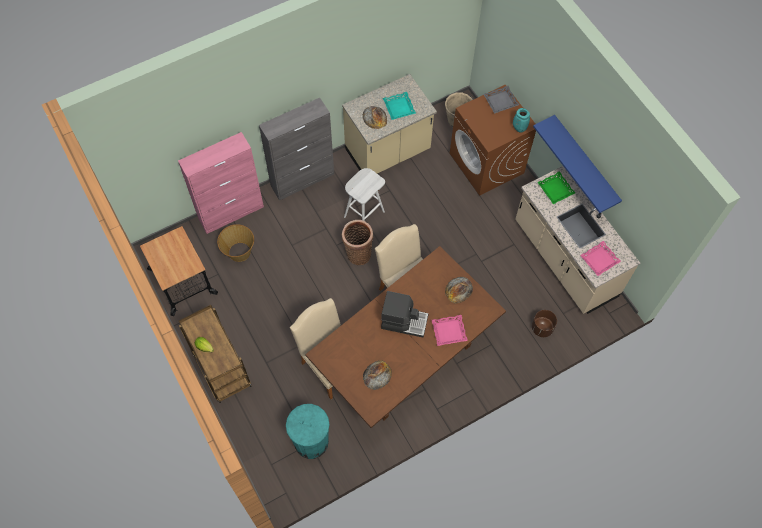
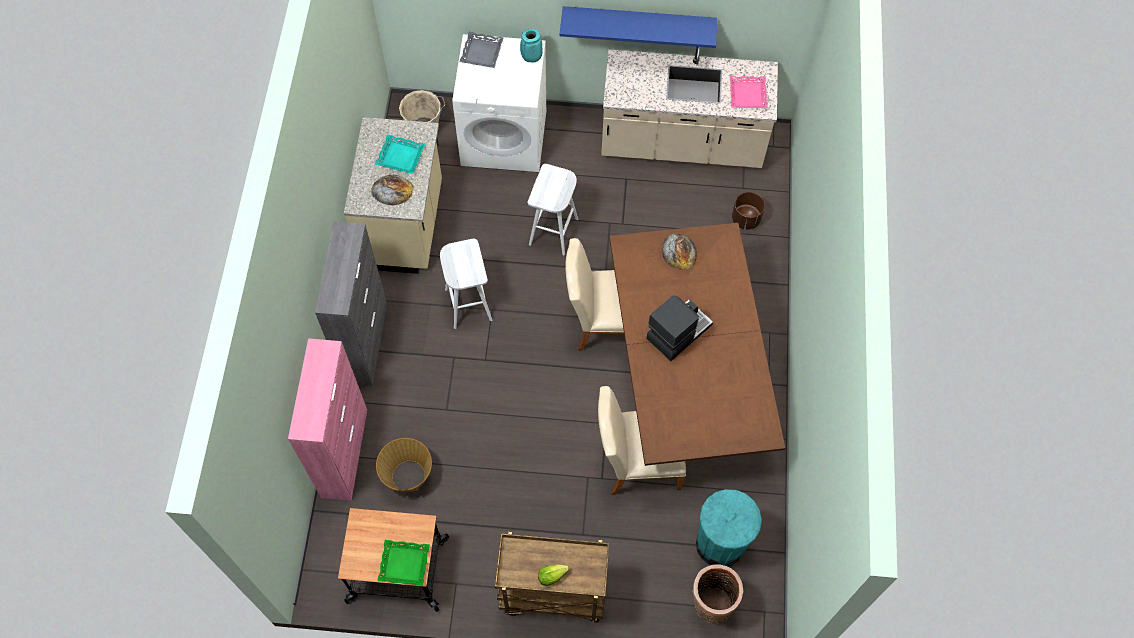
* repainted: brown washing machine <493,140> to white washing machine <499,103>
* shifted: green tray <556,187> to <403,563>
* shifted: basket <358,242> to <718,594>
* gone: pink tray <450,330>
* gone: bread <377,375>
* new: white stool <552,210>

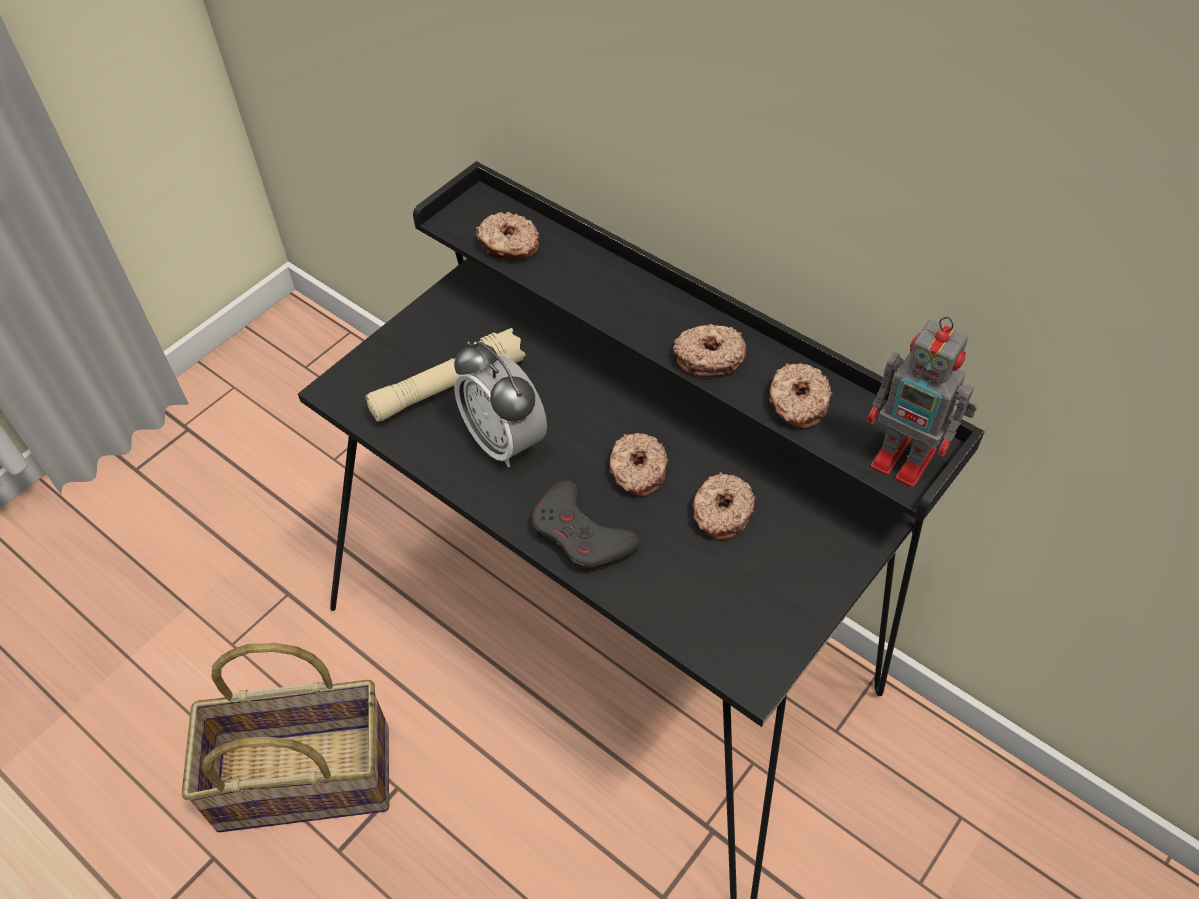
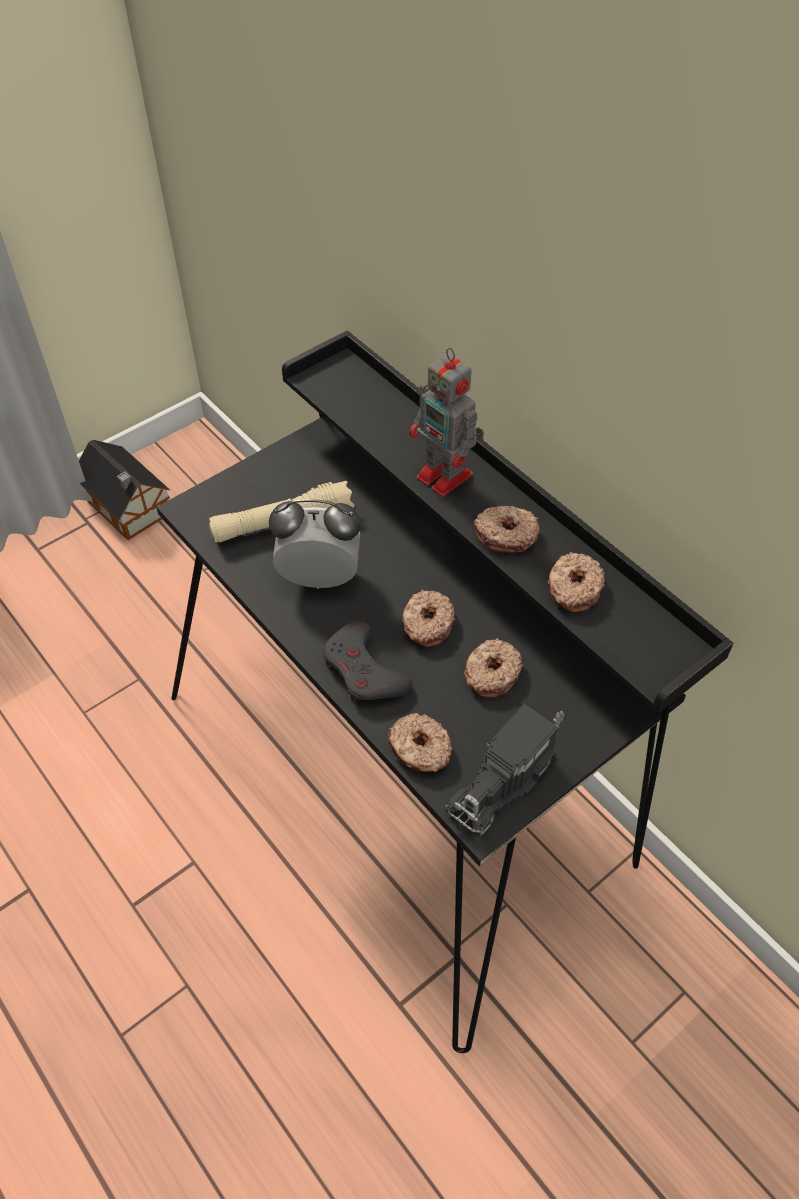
* shifted: donut <507,235> to <420,742>
* shifted: toy robot <922,402> to <446,422>
* rotated: alarm clock <500,404> = <315,544> 120 degrees clockwise
* gone: basket <285,737>
* new: toy house <124,490>
* new: toy truck <504,771>

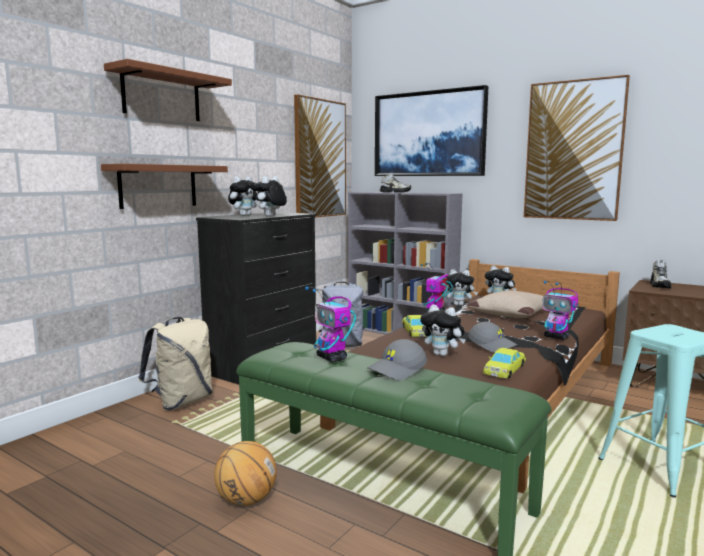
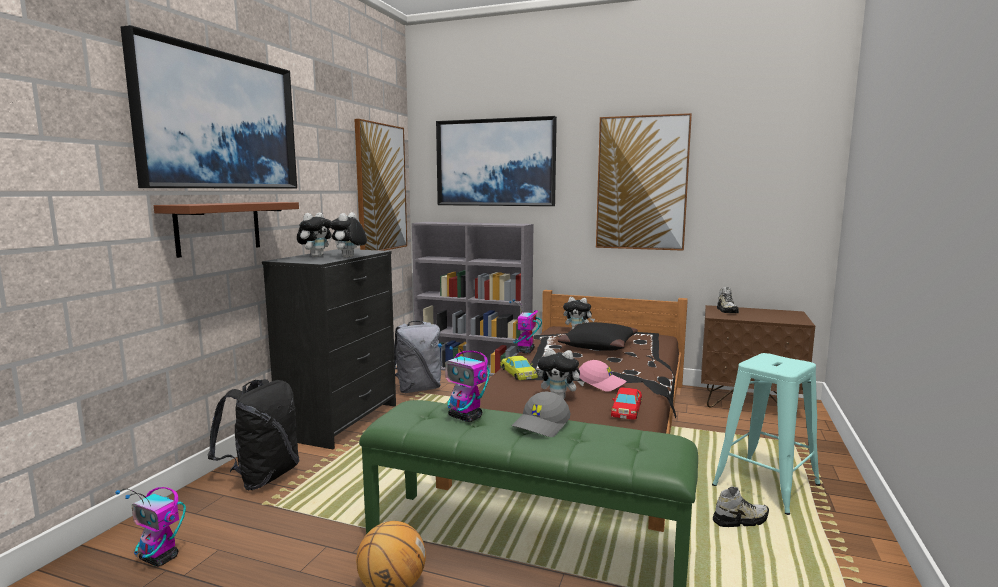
* swapped: brown shelf <168,90> to picture <209,107>
* shifted: shoe <395,182> to <741,507>
* gone: plush toy <462,287>
* shifted: toy robot <560,310> to <150,527>
* repainted: beige pillow <505,304> to black pillow <597,336>
* repainted: beige backpack <175,363> to black backpack <254,434>
* repainted: grey cap <493,337> to pink cap <603,376>
* repainted: yellow toy car <504,363> to red toy car <626,403>

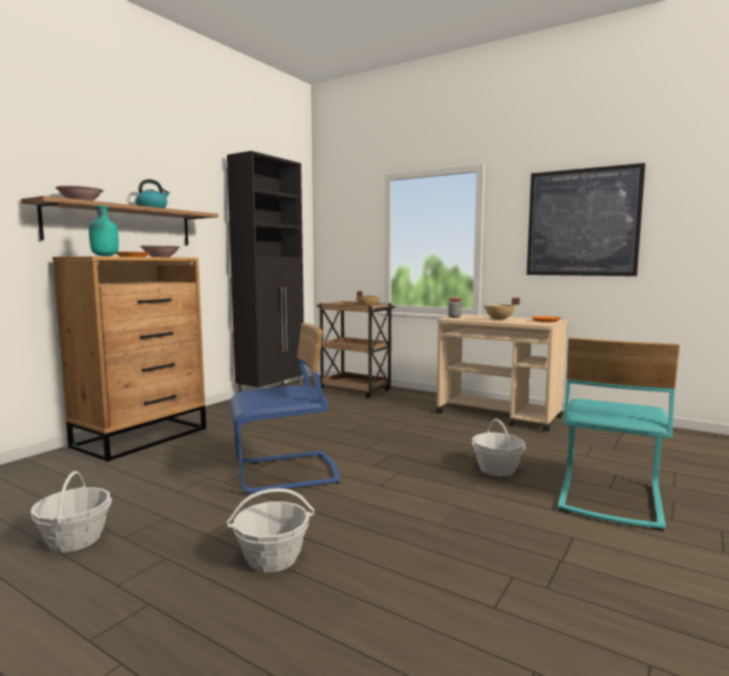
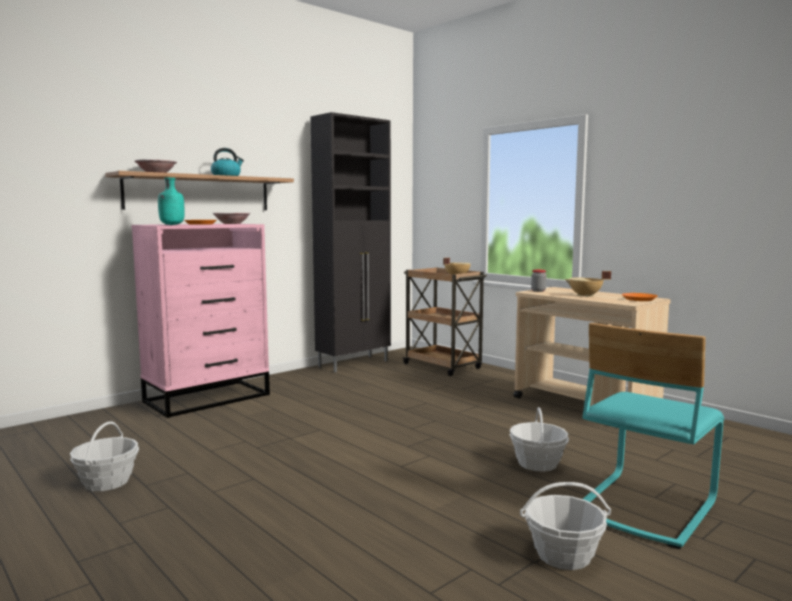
* gone: picture <586,219>
* repainted: brown dresser <129,359> to pink dresser <200,321>
* gone: blue chair <284,408>
* shifted: basket <270,530> to <565,526>

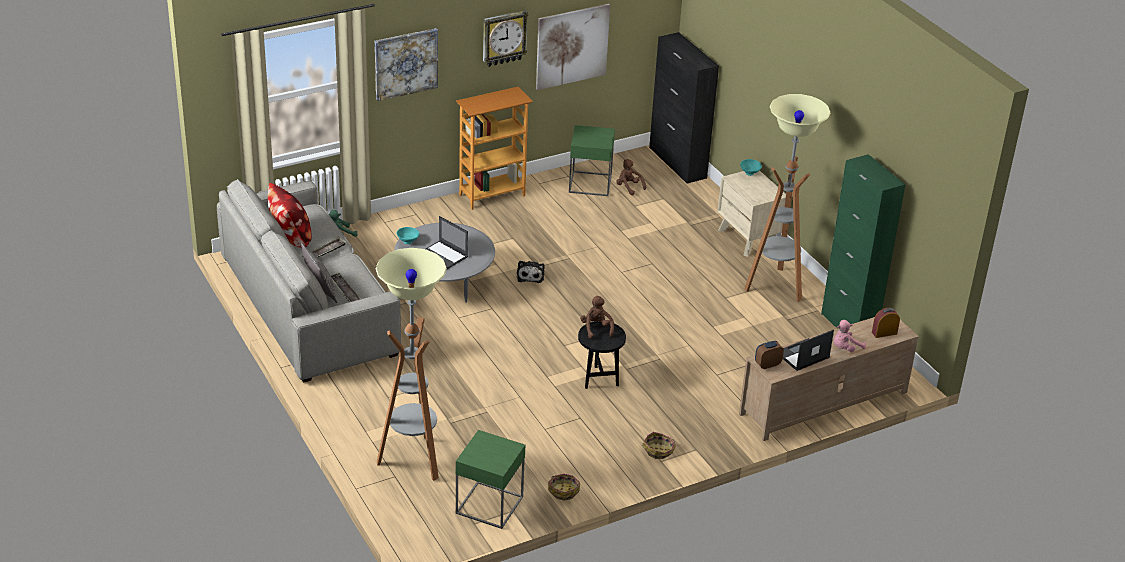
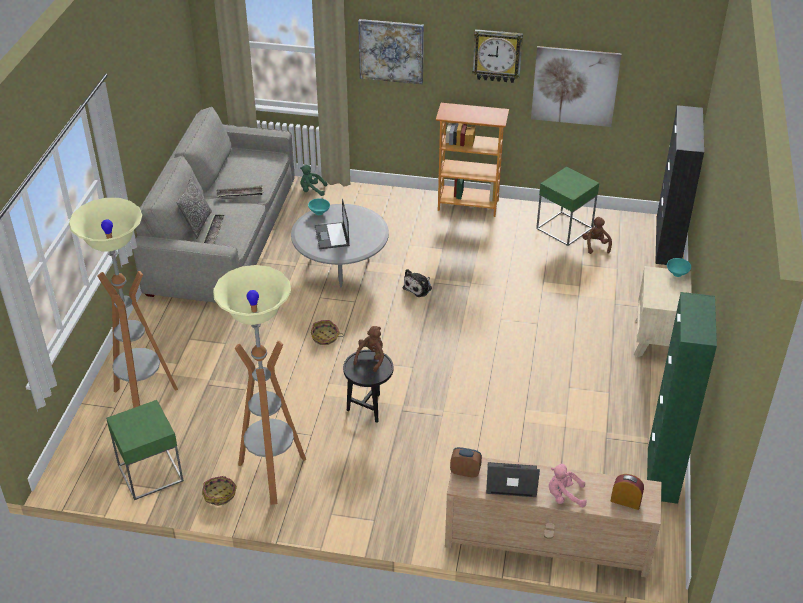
* shifted: floor lamp <787,198> to <259,385>
* gone: pillow <290,215>
* shifted: basket <659,445> to <327,332>

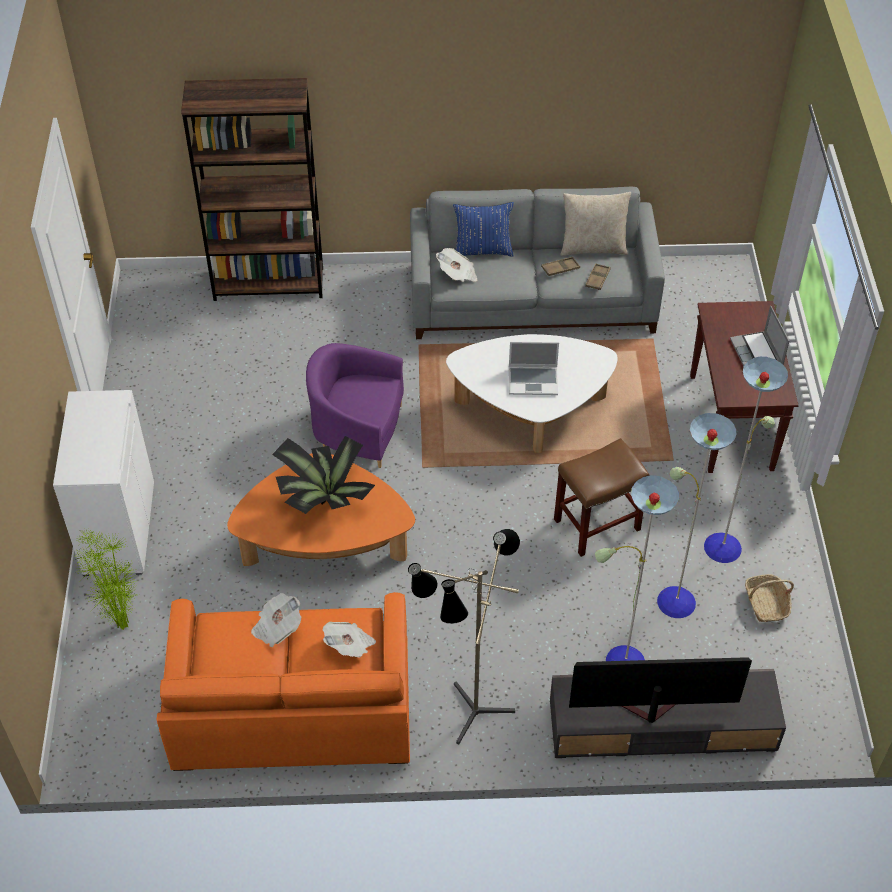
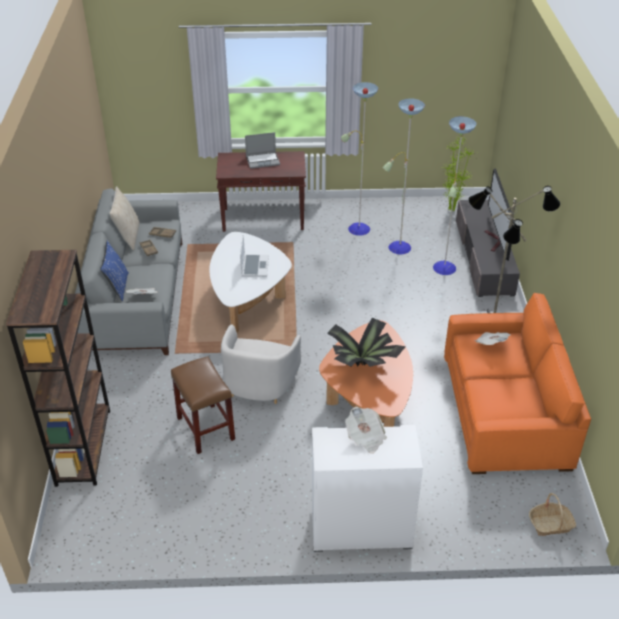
* repainted: purple armchair <355,405> to white armchair <261,364>
* shifted: brown stool <601,497> to <203,405>
* shifted: potted plant <106,579> to <460,173>
* shifted: basket <769,598> to <552,514>
* shifted: newspaper <276,620> to <366,430>

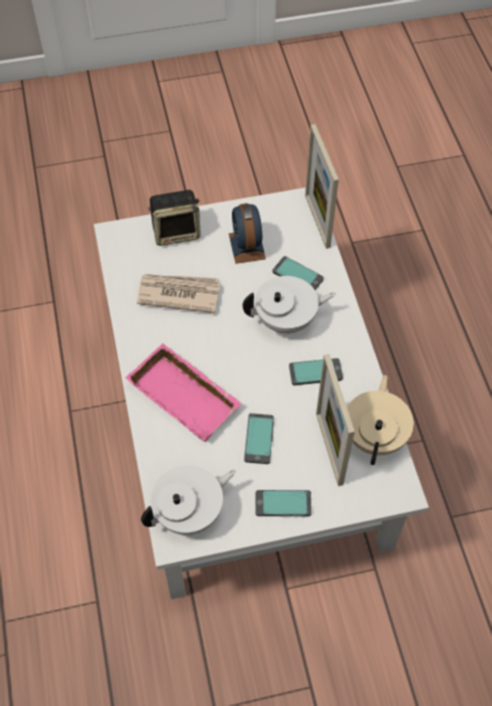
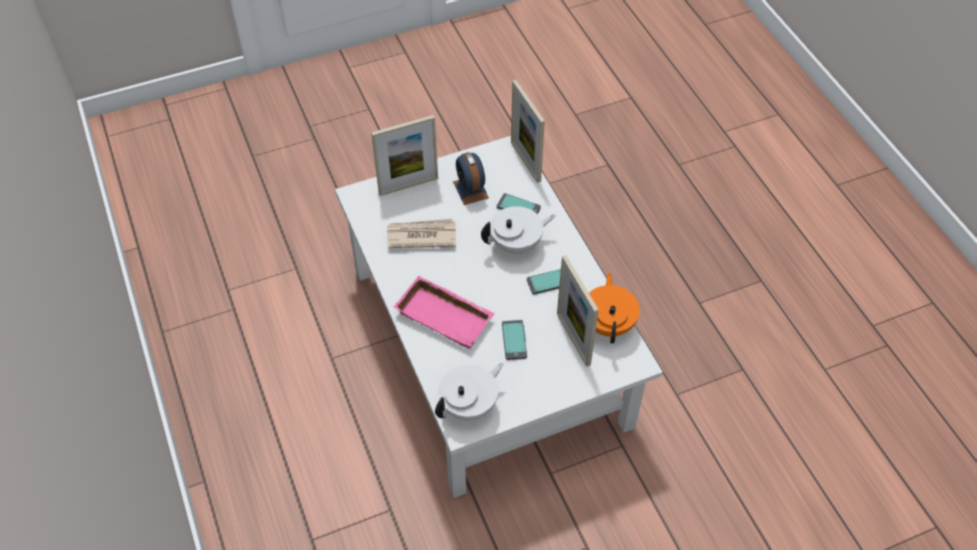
* swapped: speaker <174,218> to picture frame <404,155>
* repainted: beige teapot <380,420> to orange teapot <614,308>
* gone: phone <284,503>

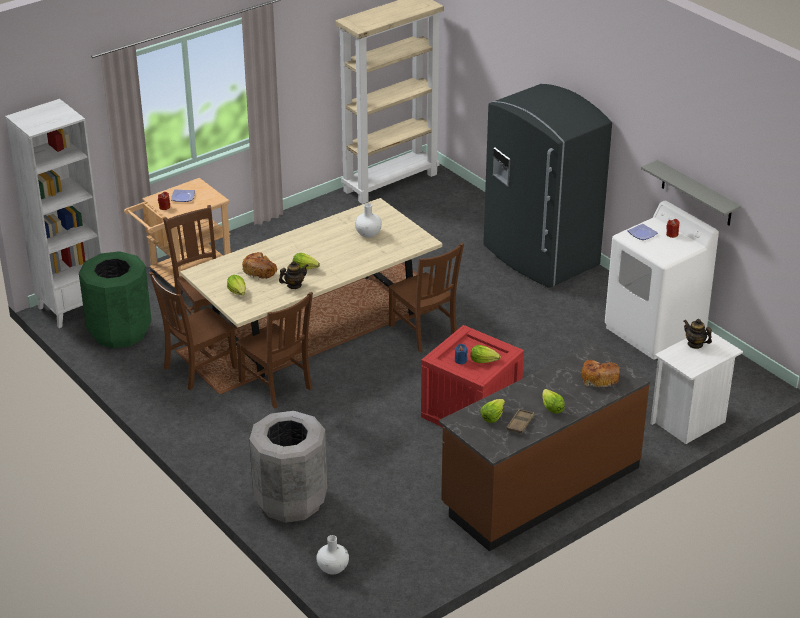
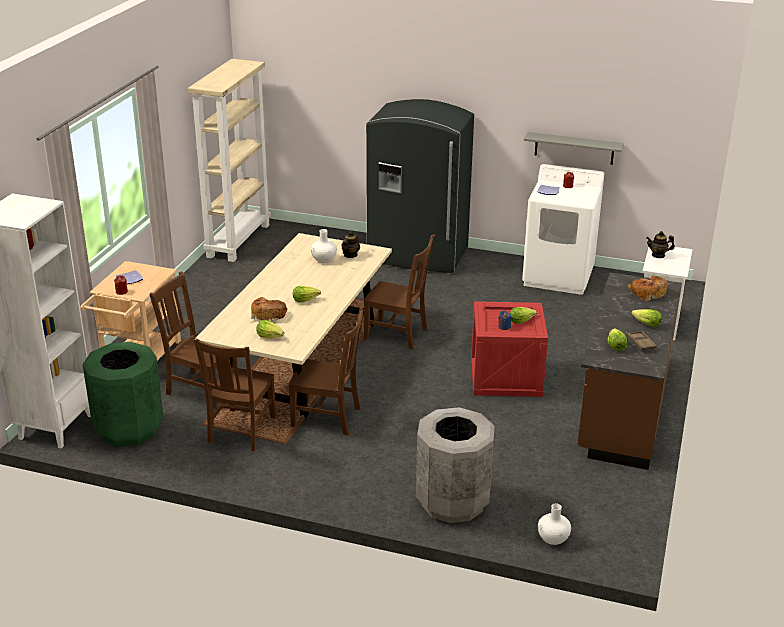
* shifted: teapot <293,275> to <350,244>

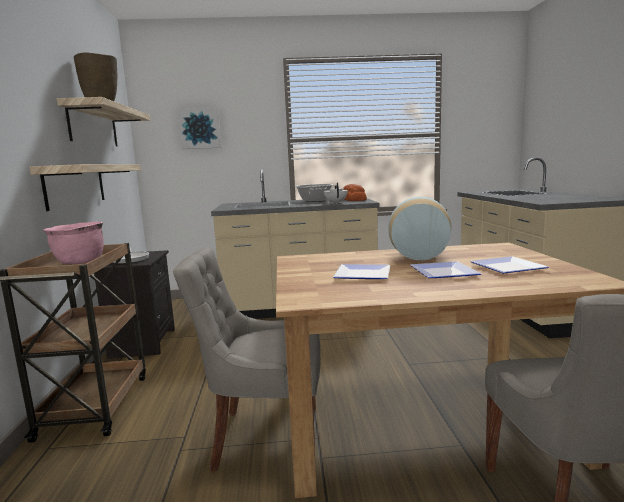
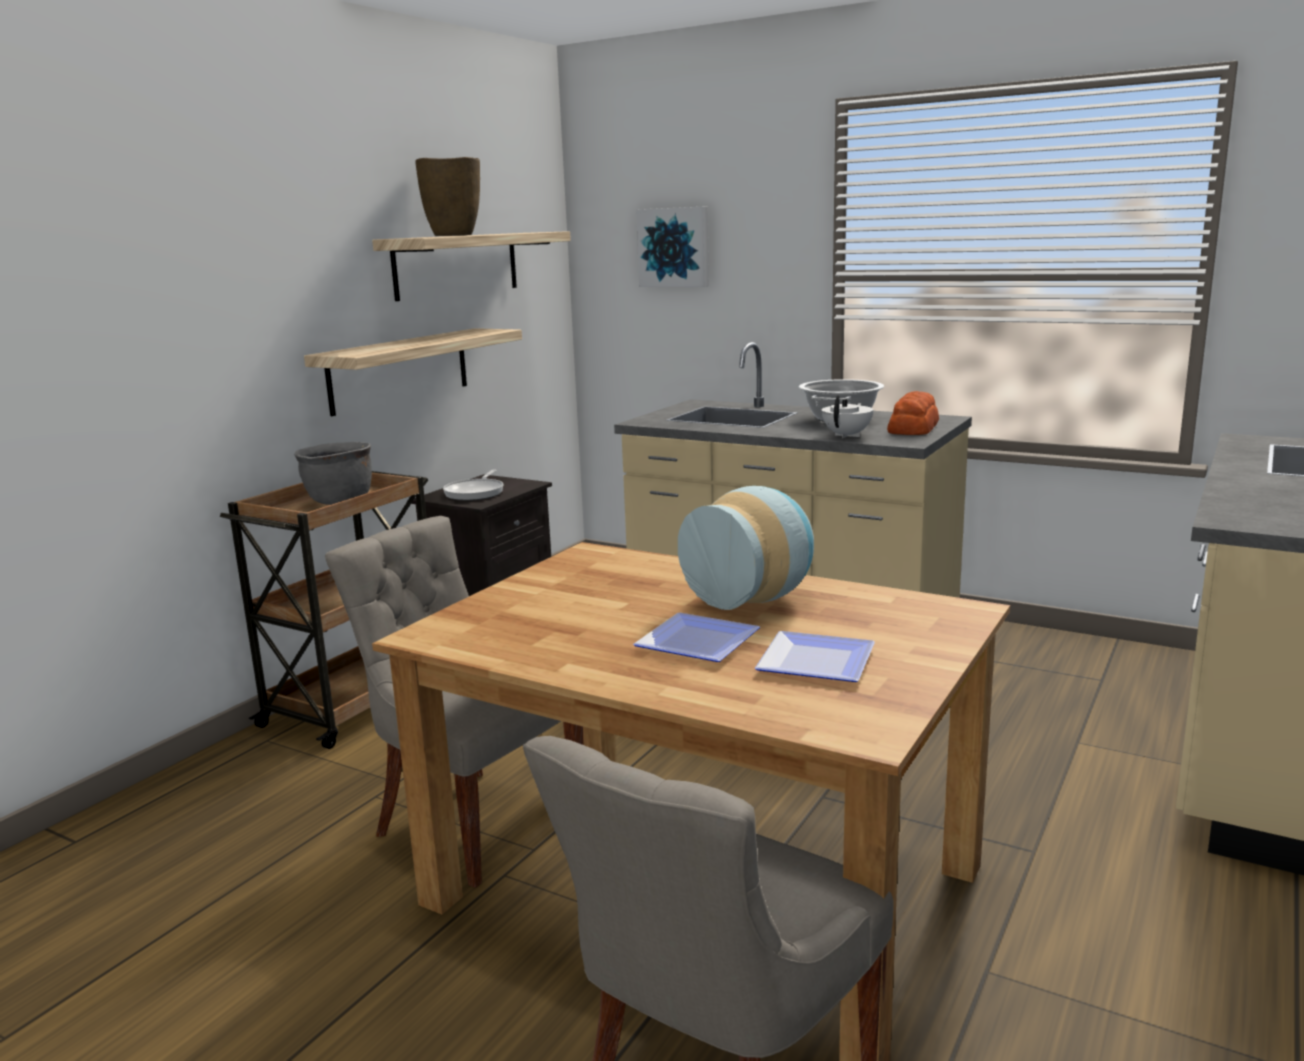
* repainted: pink cooking pot <74,243> to grey cooking pot <333,473>
* gone: plate <361,271>

